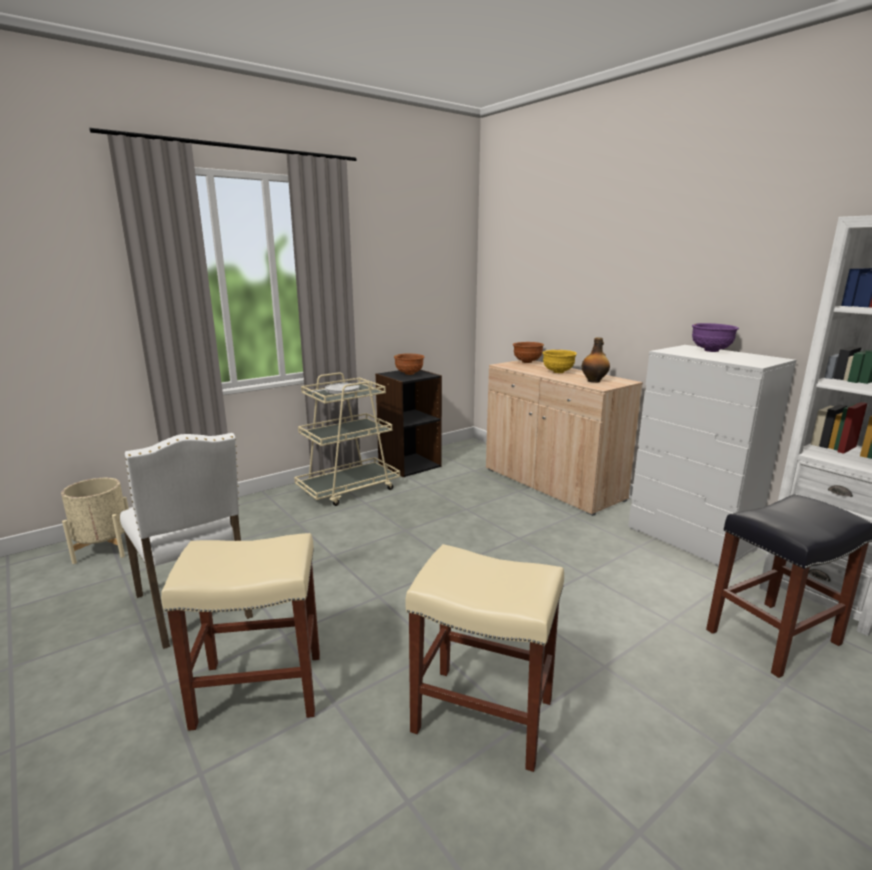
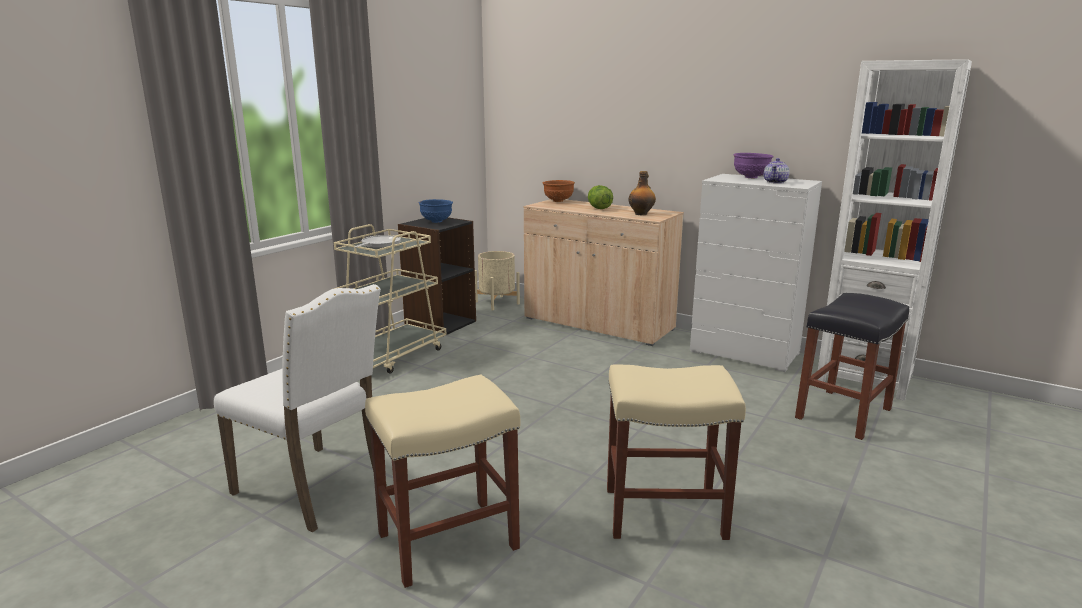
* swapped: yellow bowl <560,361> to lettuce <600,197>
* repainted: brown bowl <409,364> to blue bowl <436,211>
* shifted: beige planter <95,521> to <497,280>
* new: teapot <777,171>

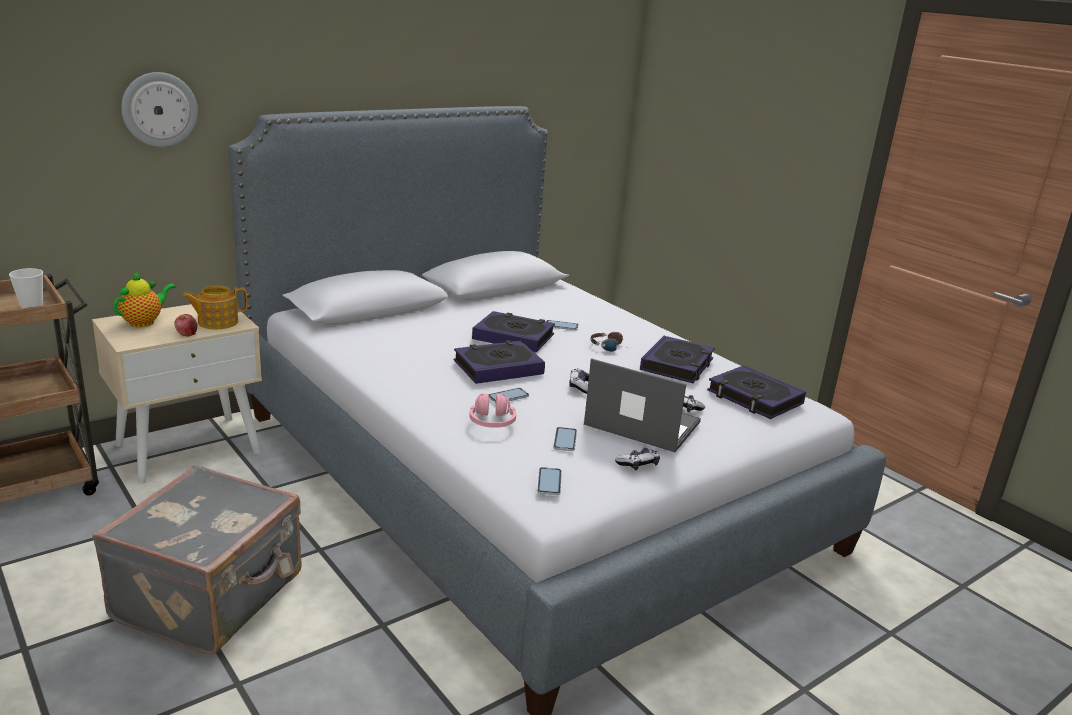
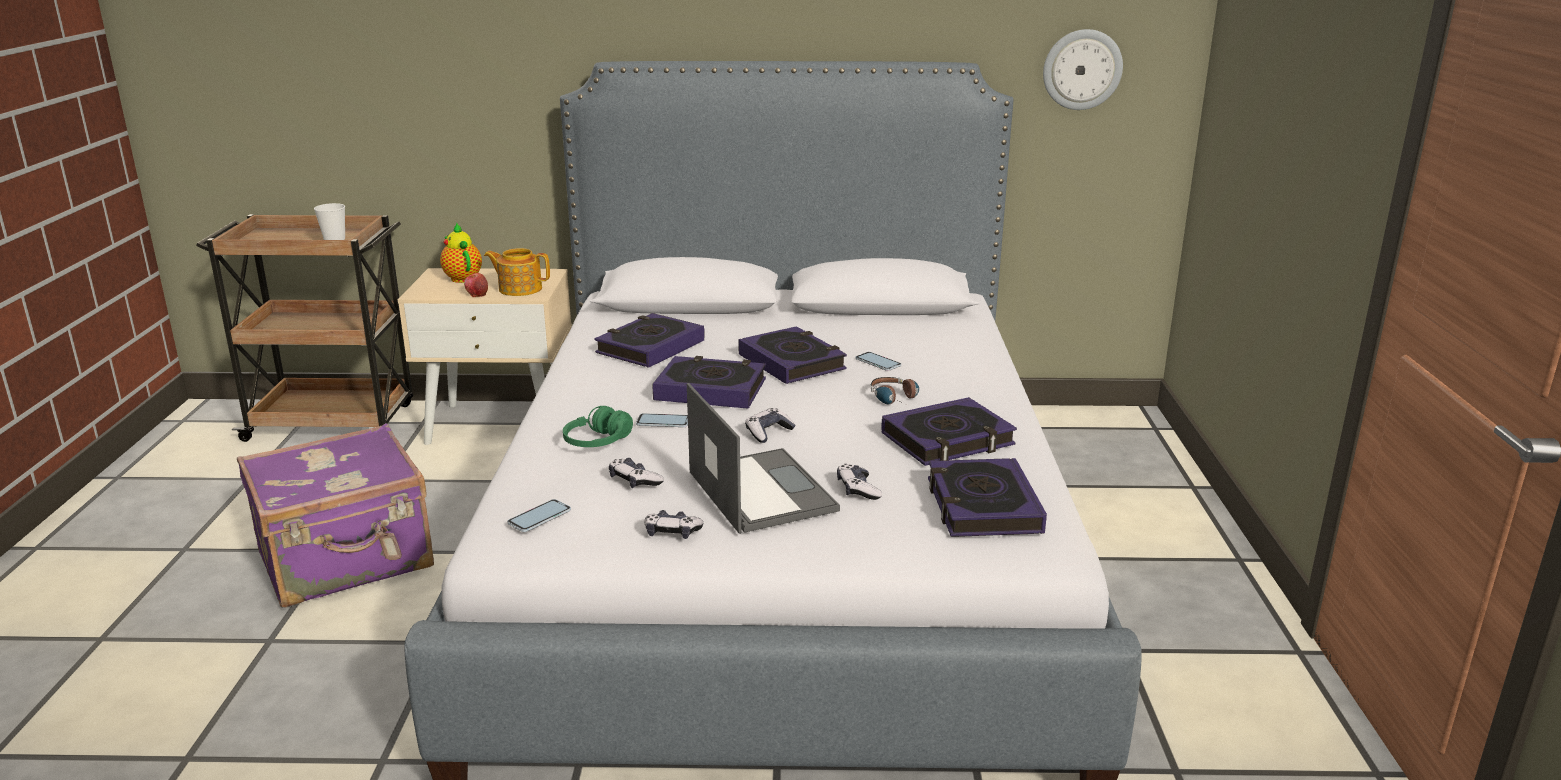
* shifted: wall clock <159,109> to <1083,69>
* rotated: teapot <144,299> = <461,253> 105 degrees counterclockwise
* repainted: pink headphones <492,411> to green headphones <598,426>
* swapped: phone <565,439> to game controller <636,473>
* repainted: grey suitcase <197,560> to purple suitcase <335,515>
* new: book <650,340>

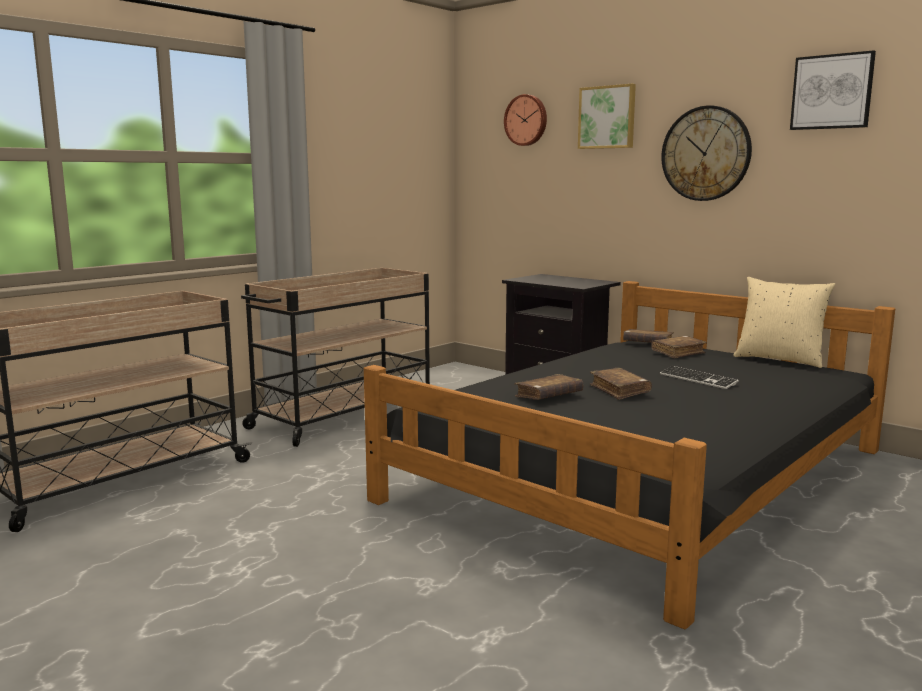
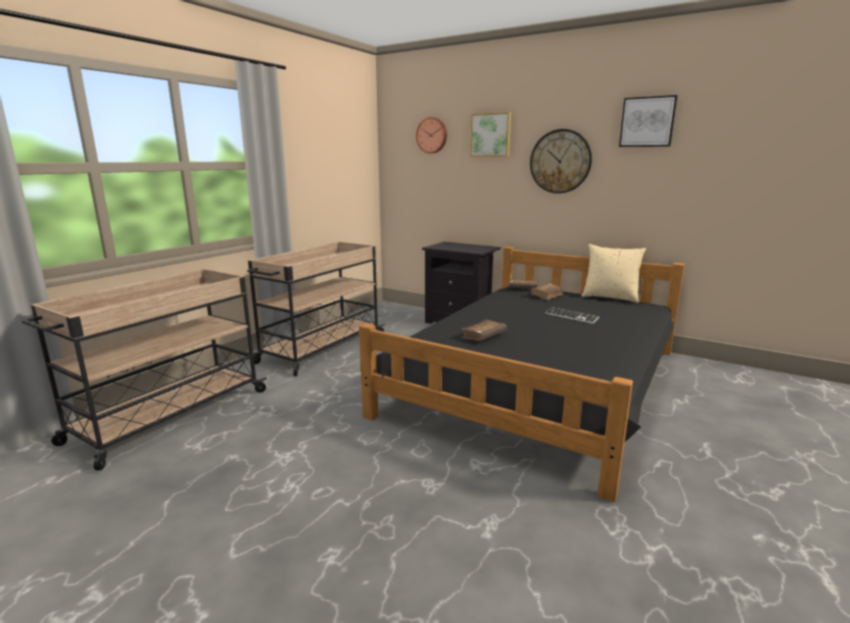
* gone: brown book <621,384>

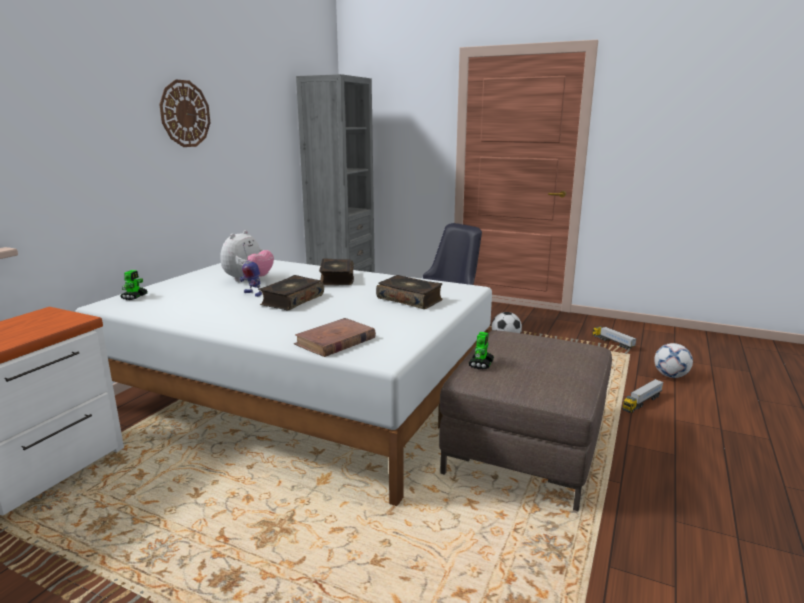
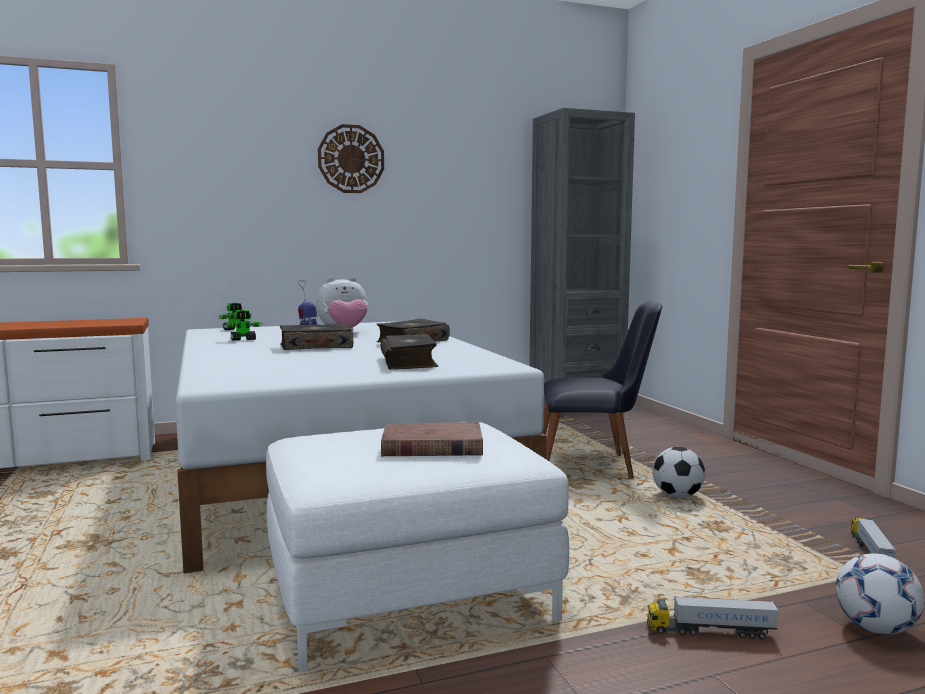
* shifted: brown book <335,337> to <432,439>
* repainted: brown ottoman <525,420> to white ottoman <417,546>
* shifted: toy robot <481,350> to <243,325>

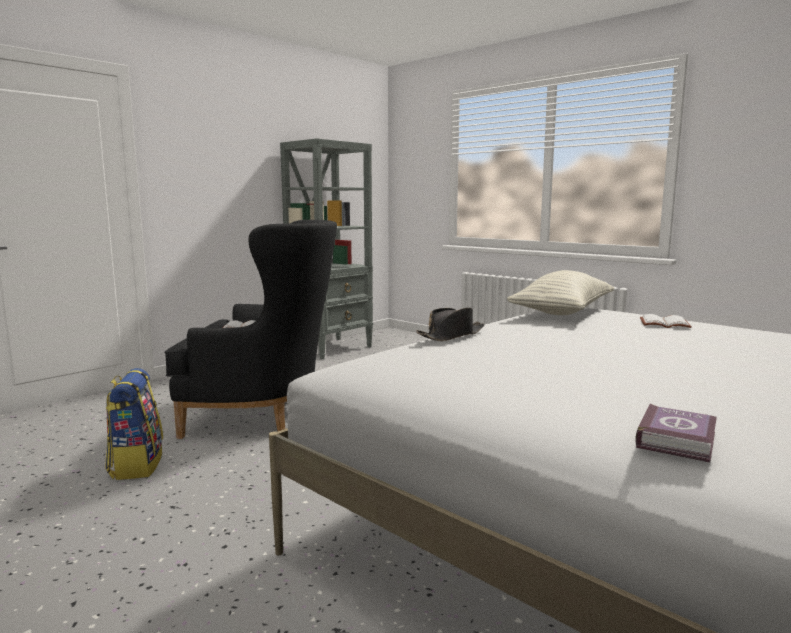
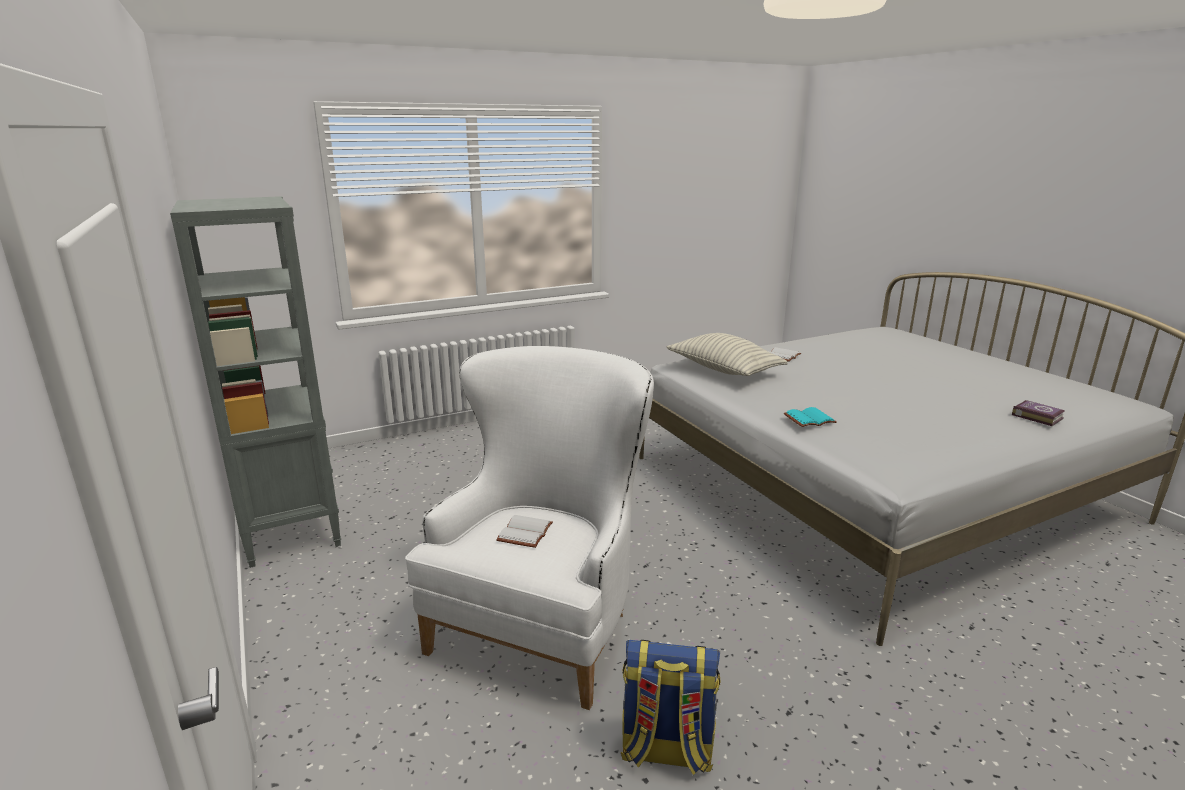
* repainted: black armchair <250,329> to white armchair <529,528>
* swapped: black hat <450,324> to turquoise book <810,417>

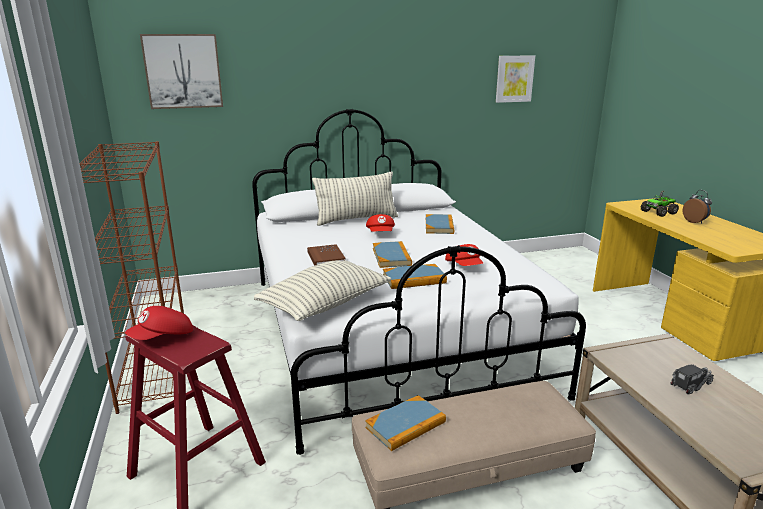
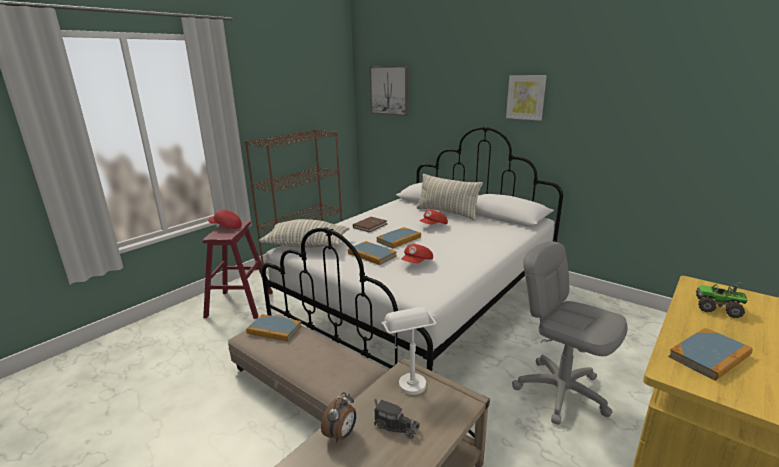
* shifted: picture <515,79> to <526,98>
* shifted: alarm clock <697,207> to <338,417>
* shifted: book <440,224> to <710,354>
* new: grey office chair <570,333>
* new: white table lamp <408,351>

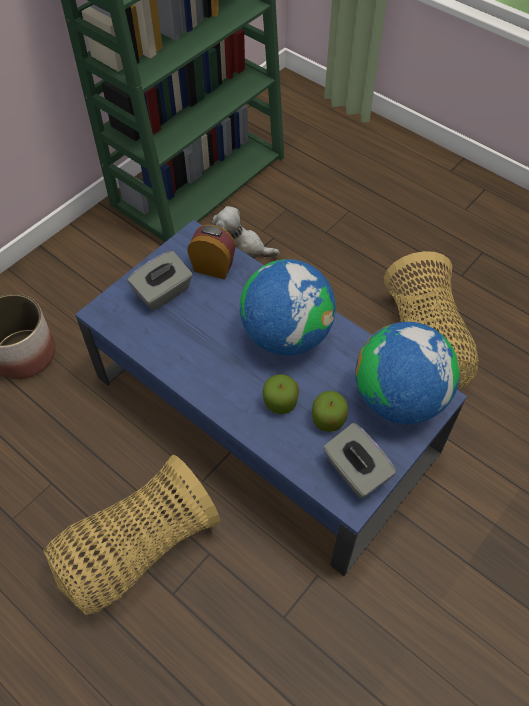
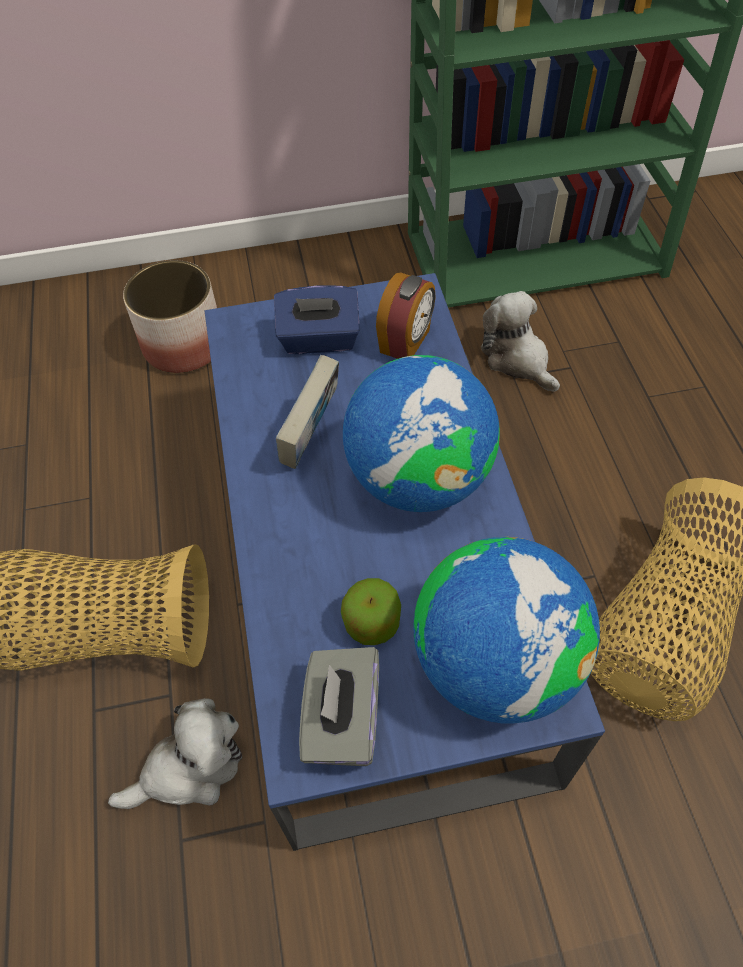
* rotated: alarm clock <211,252> = <405,315> 60 degrees clockwise
* repainted: grey tissue box <160,281> to blue tissue box <317,319>
* gone: apple <280,394>
* new: book <307,412>
* new: plush toy <175,753>

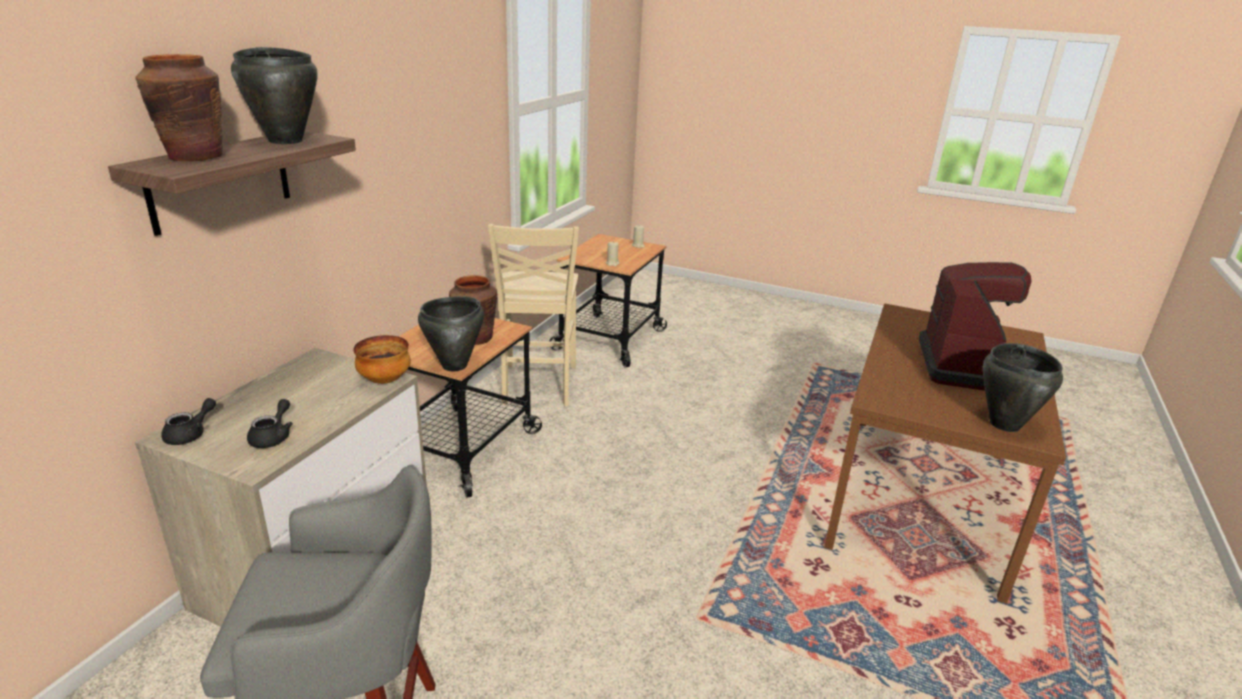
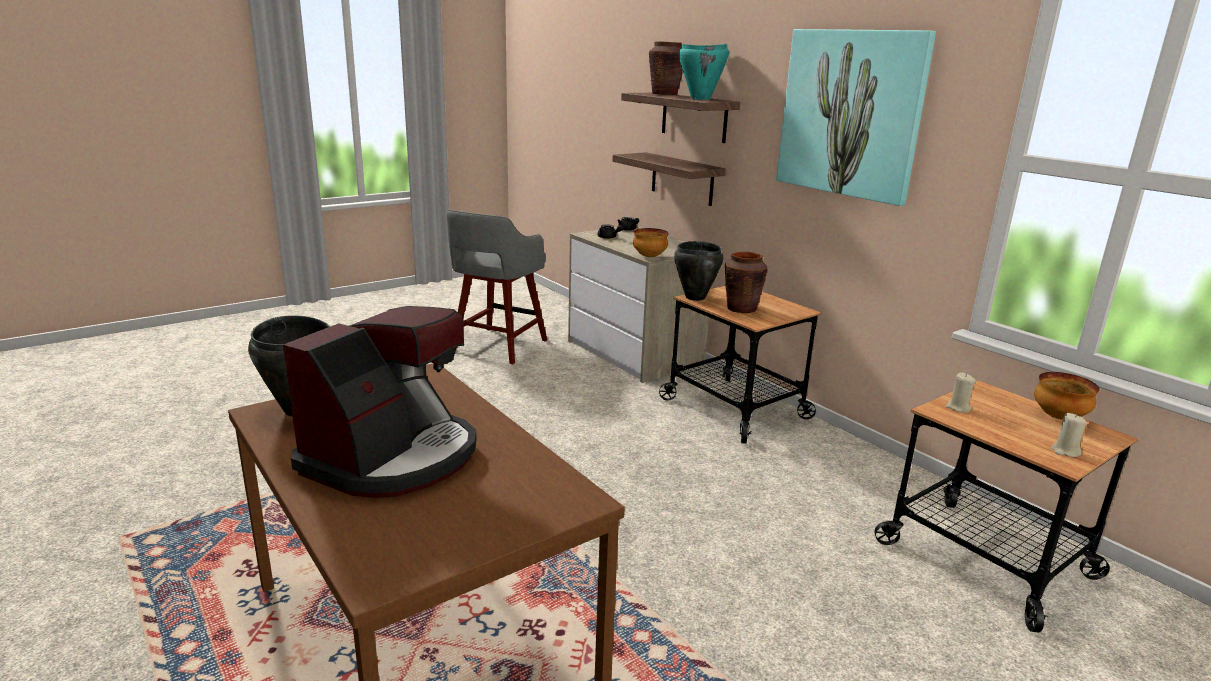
* repainted: black cooking pot <274,95> to turquoise cooking pot <704,72>
* gone: beige chair <533,315>
* rotated: coffee machine <975,326> = <380,402> 105 degrees counterclockwise
* new: picture <856,117>
* new: shelf <669,179>
* new: bowl <1067,396>

